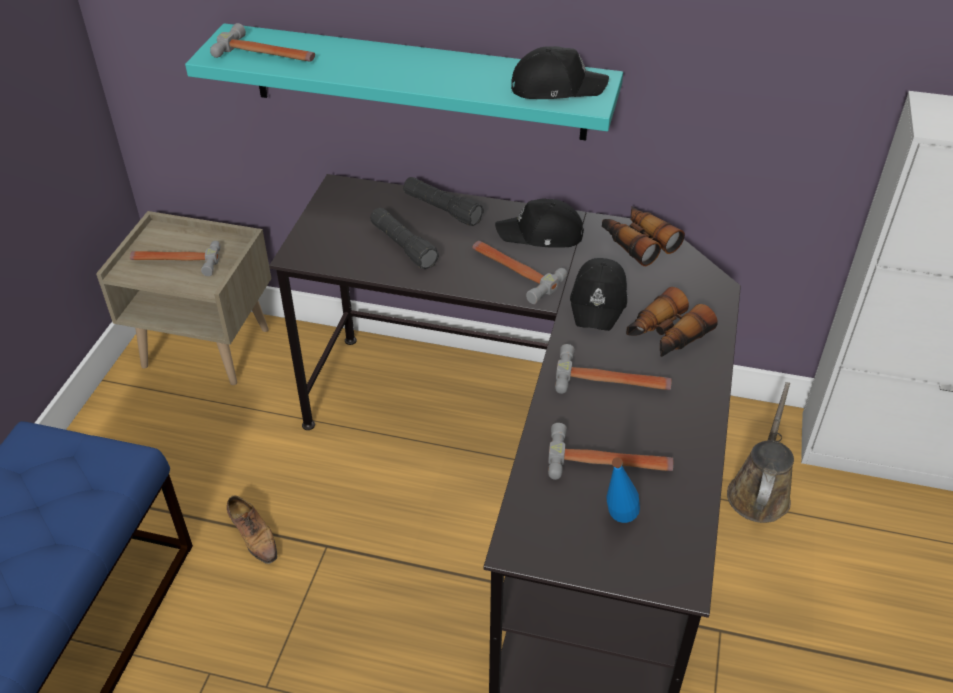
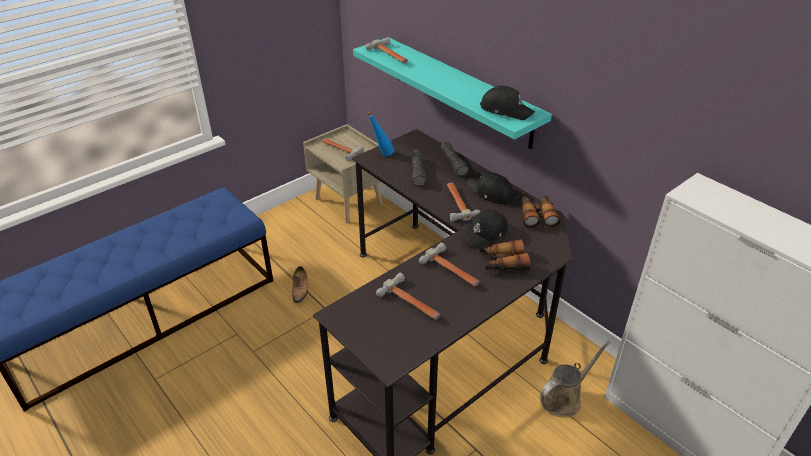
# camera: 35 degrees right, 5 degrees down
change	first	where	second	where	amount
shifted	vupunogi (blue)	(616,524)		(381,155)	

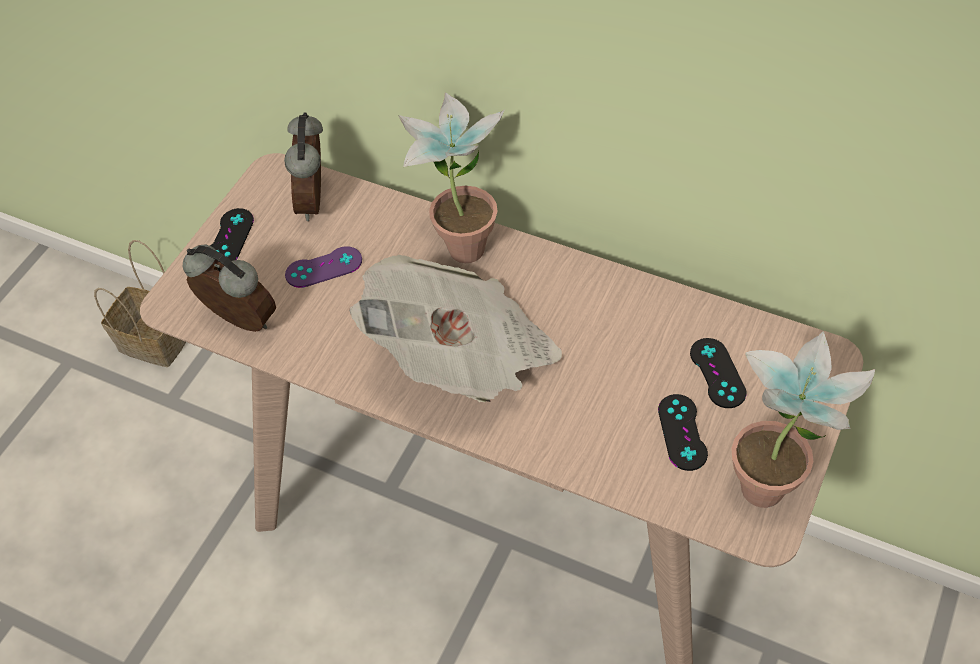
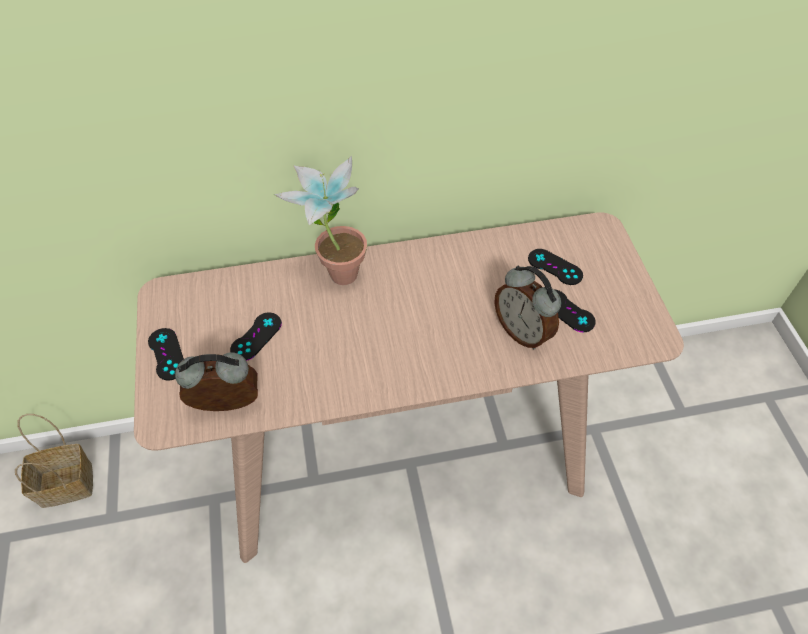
# camera: 40 degrees left, 0 degrees up
change	first	where	second	where	amount
gone	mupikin	(463,357)			
gone	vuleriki	(775,481)			
shifted	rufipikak	(316,201)		(522,332)	
repainted	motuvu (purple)	(323,267)	motuvu (black)	(256,336)	

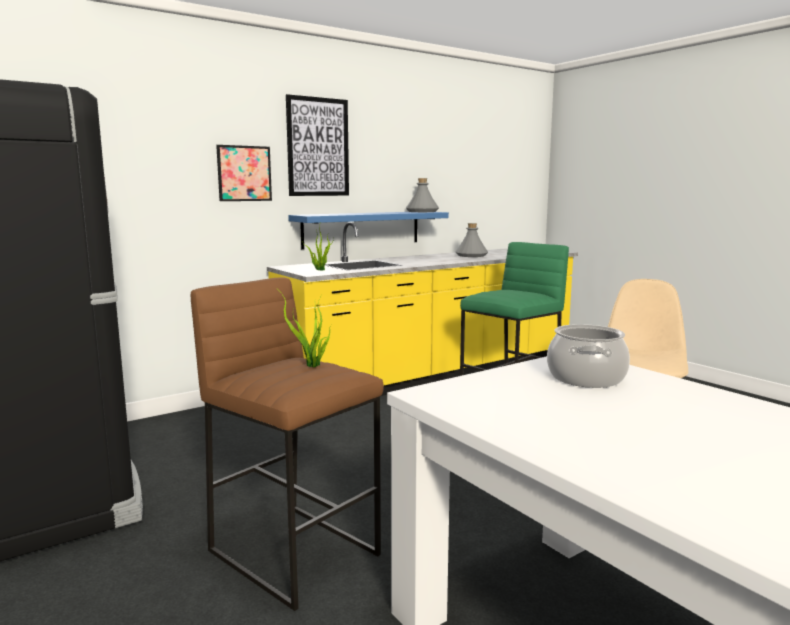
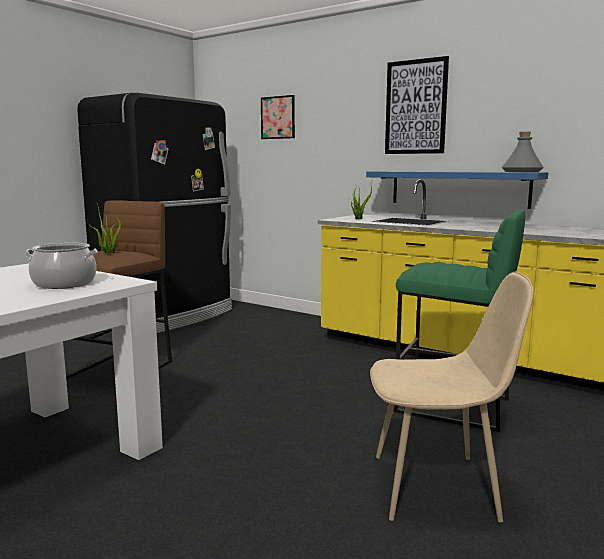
# camera: 70 degrees right, 0 degrees up
change	first	where	second	where	amount
gone	vupunogi (grey)	(471,255)			
shifted	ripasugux	(244,173)		(278,117)	

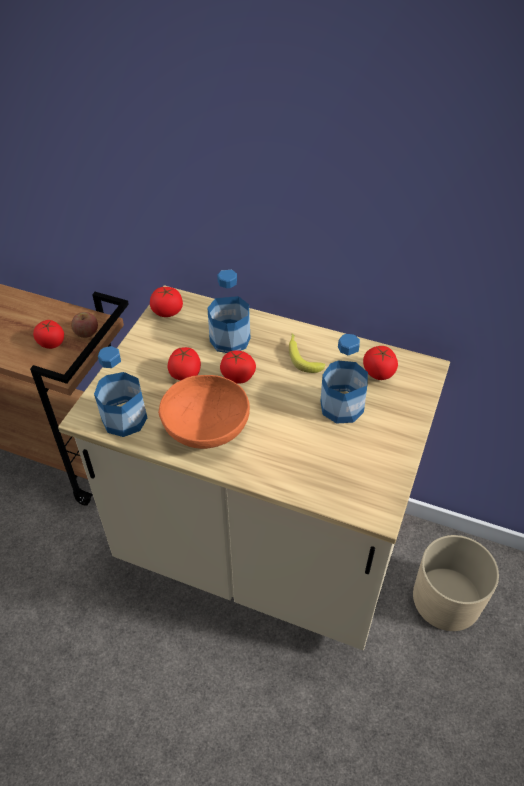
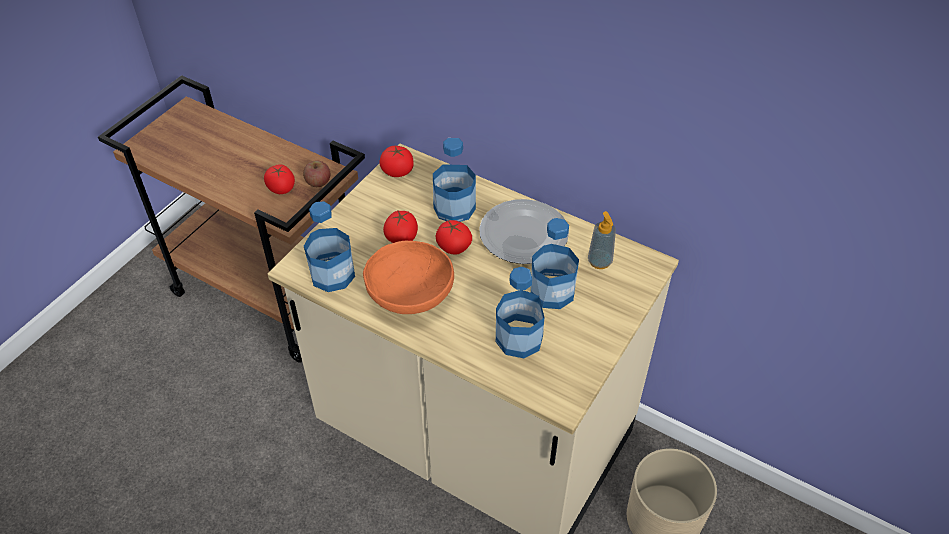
# camera: 10 degrees right, 0 degrees up
change	first	where	second	where	amount
new			vupunogi	(519,339)	
swapped	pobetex	(302,356)	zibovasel	(524,235)	
swapped	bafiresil	(379,372)	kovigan	(599,262)	

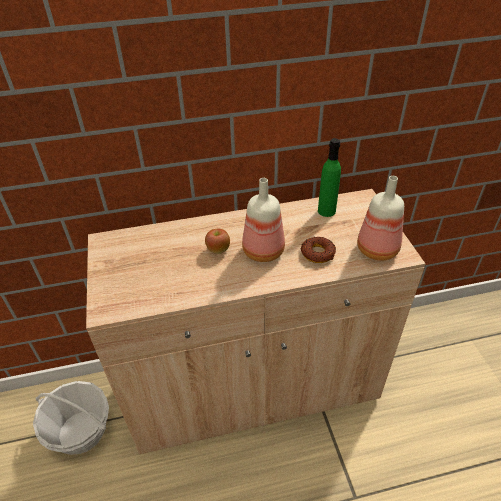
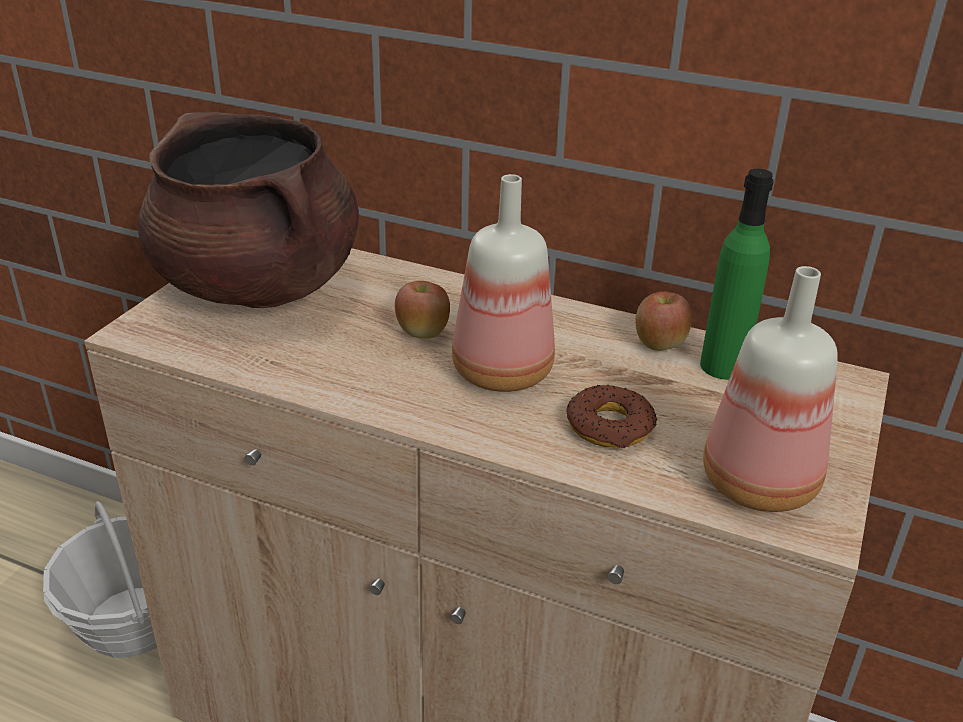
# camera: 35 degrees right, 10 degrees down
change	first	where	second	where	amount
new			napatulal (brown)	(259,286)	
new			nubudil	(659,344)	

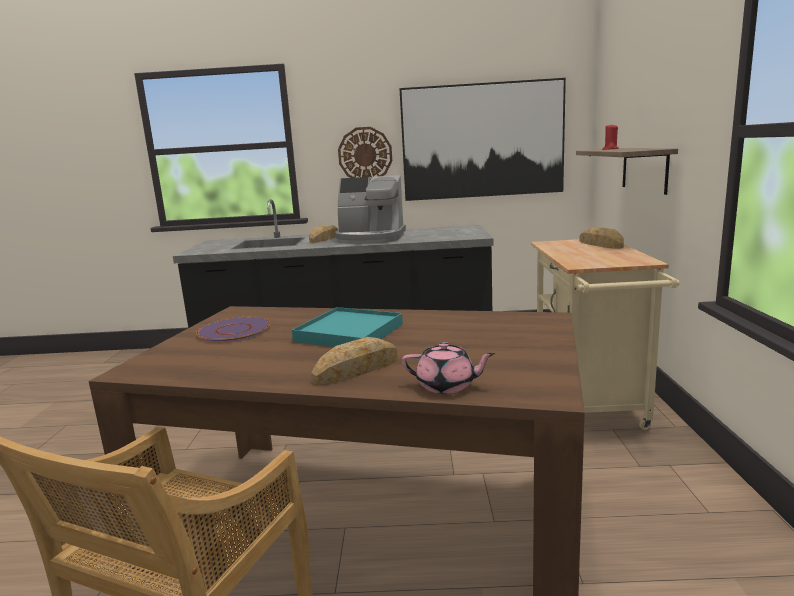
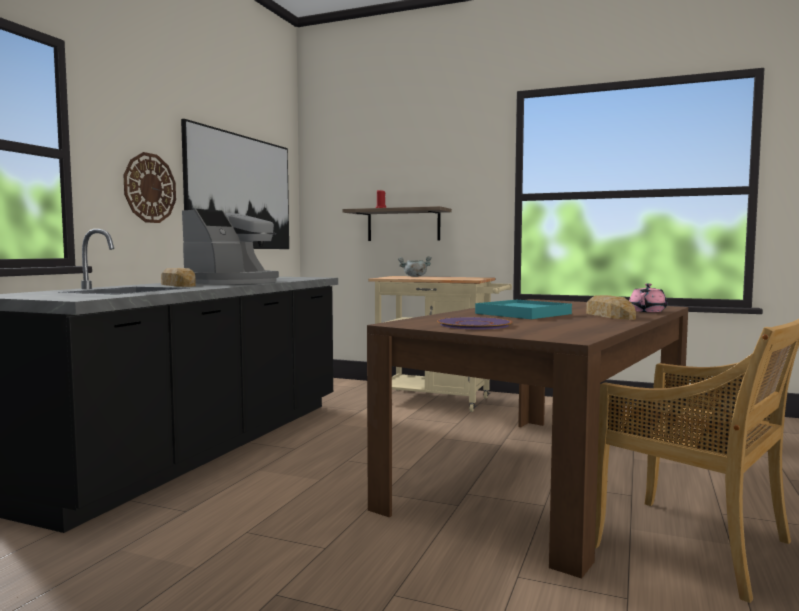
# camera: 70 degrees left, 10 degrees down
change	first	where	second	where	amount
swapped	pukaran	(601,244)	napatulal (grey)	(414,276)	

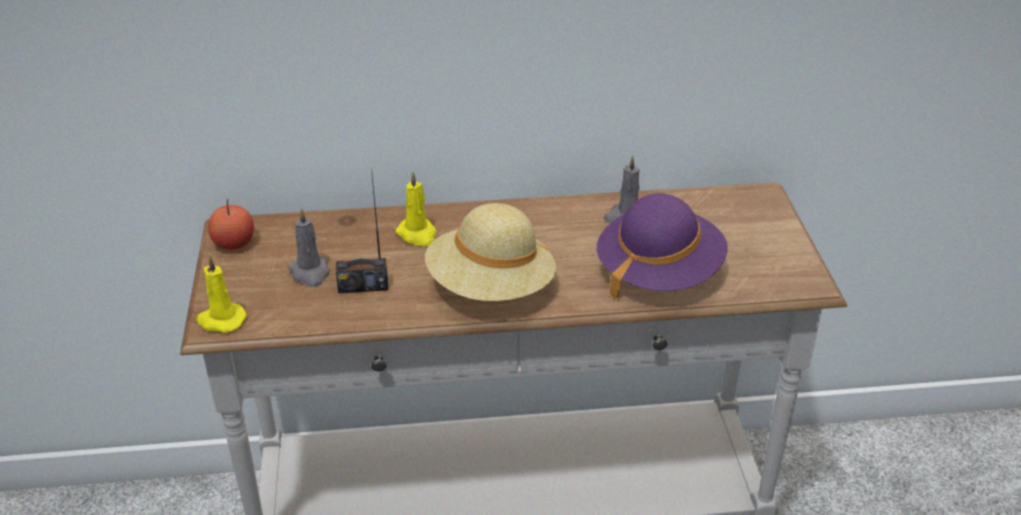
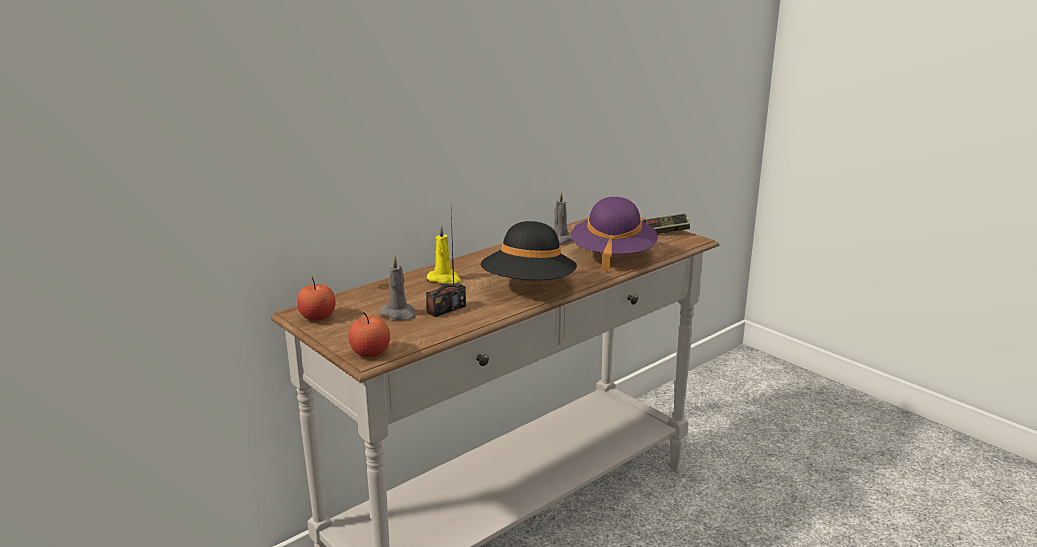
# camera: 35 degrees left, 15 degrees down
change	first	where	second	where	amount
new			motuvu	(664,232)	
swapped	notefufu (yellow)	(221,320)	nubudil	(370,353)	
repainted	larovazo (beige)	(491,287)	larovazo (black)	(529,287)	

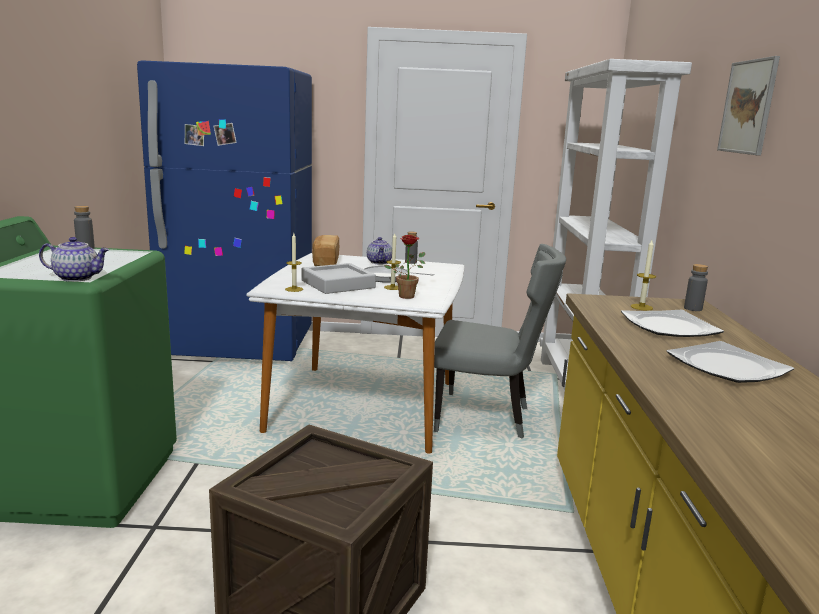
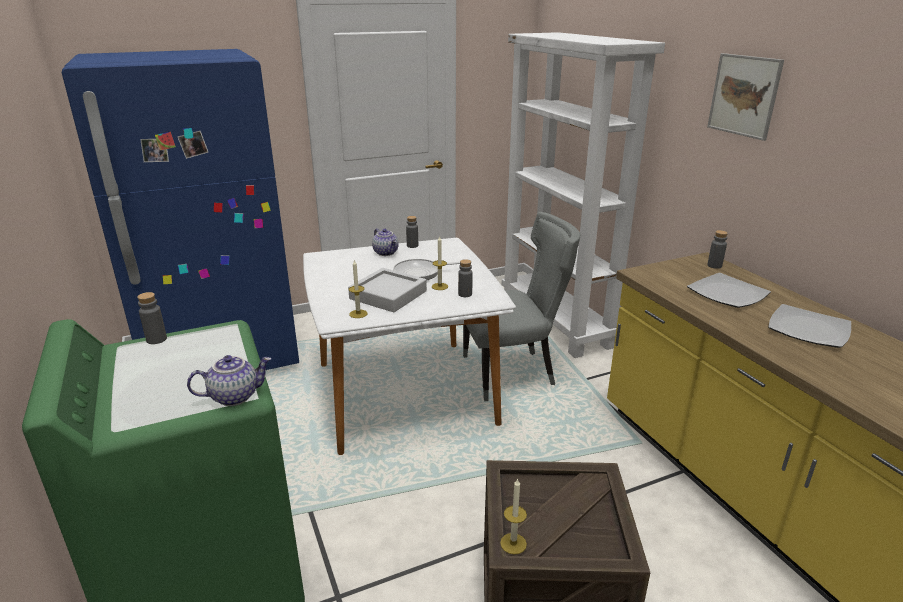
# camera: 25 degrees left, 10 degrees up
change	first	where	second	where	amount
gone	pukaran	(325,263)			
shifted	notefufu	(641,307)		(513,543)	
swapped	vuleriki	(407,295)	vupunogi (grey)	(465,294)	

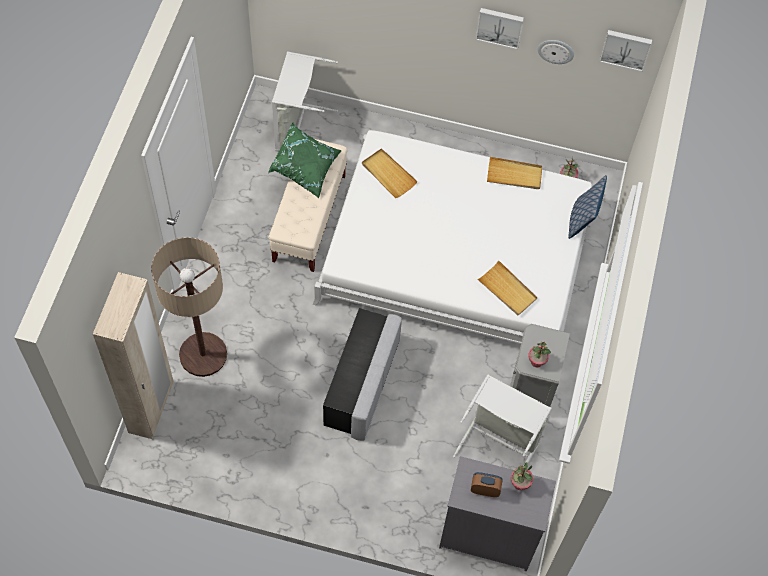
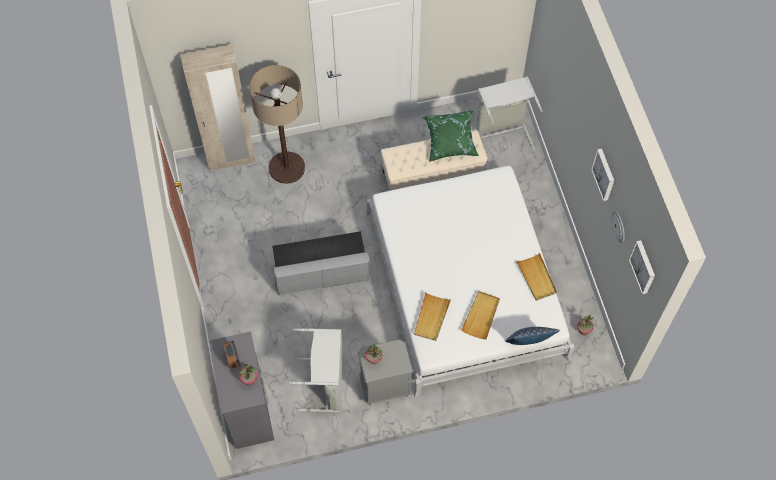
# camera: 65 degrees right, 0 degrees up
change	first	where	second	where	amount
shifted	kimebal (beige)	(388,174)		(481,316)	

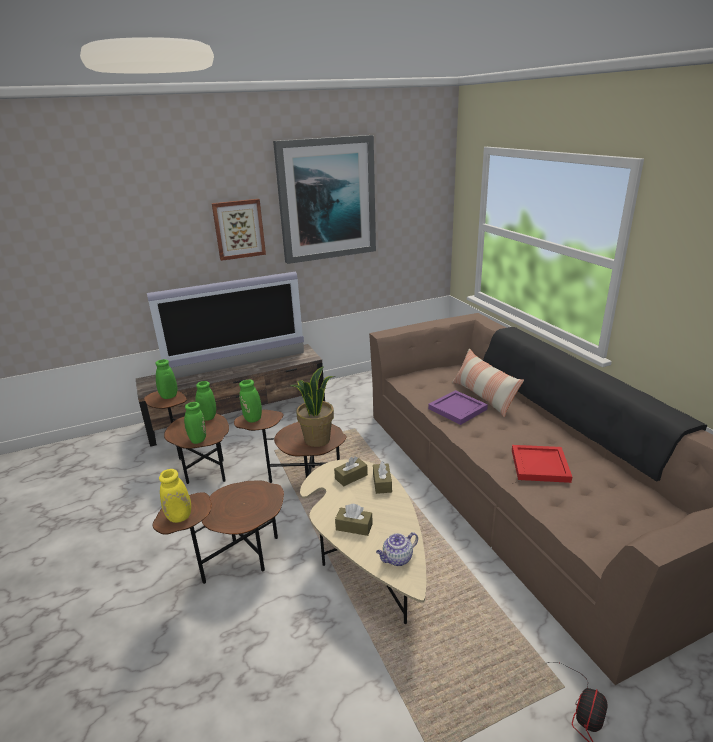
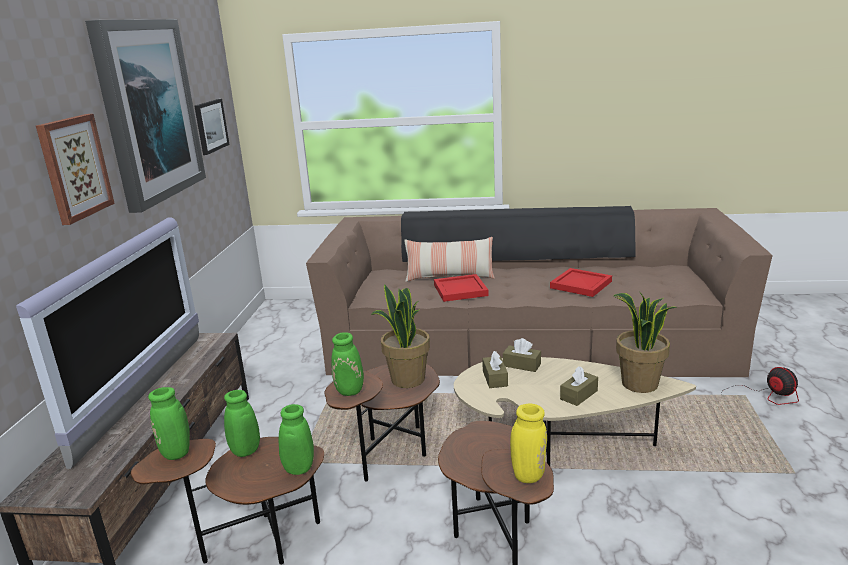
# camera: 60 degrees left, 5 degrees down
change	first	where	second	where	amount
new			ripasugux	(210,126)	
swapped	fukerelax	(397,559)	vuleriki	(639,384)	
repainted	kimebal (purple)	(457,409)	kimebal (red)	(461,290)	

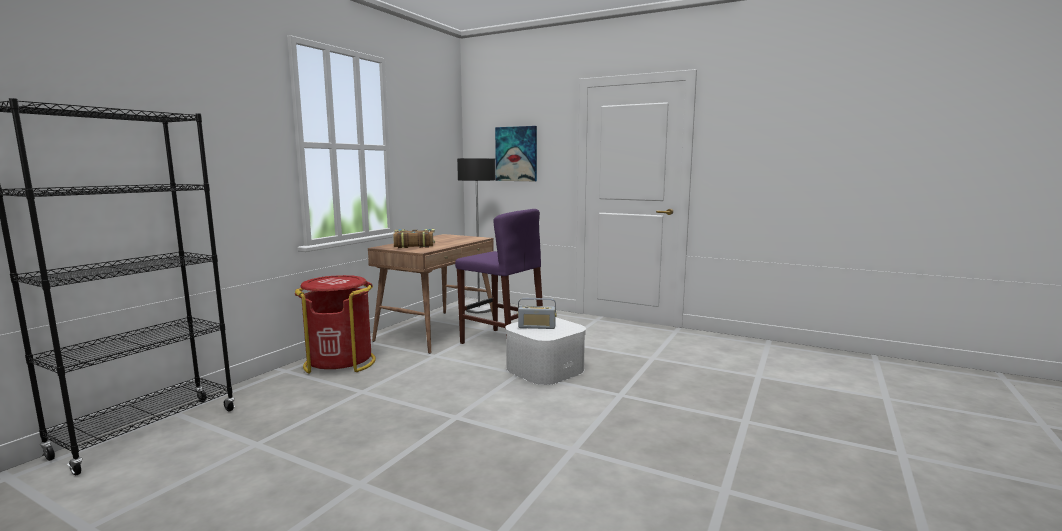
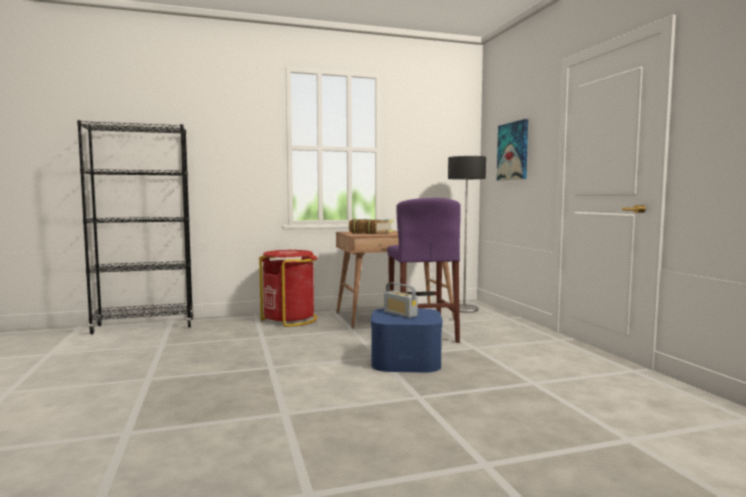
# camera: 45 degrees right, 5 degrees down
change	first	where	second	where	amount
repainted	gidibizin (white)	(545,369)	gidibizin (blue)	(406,360)	

